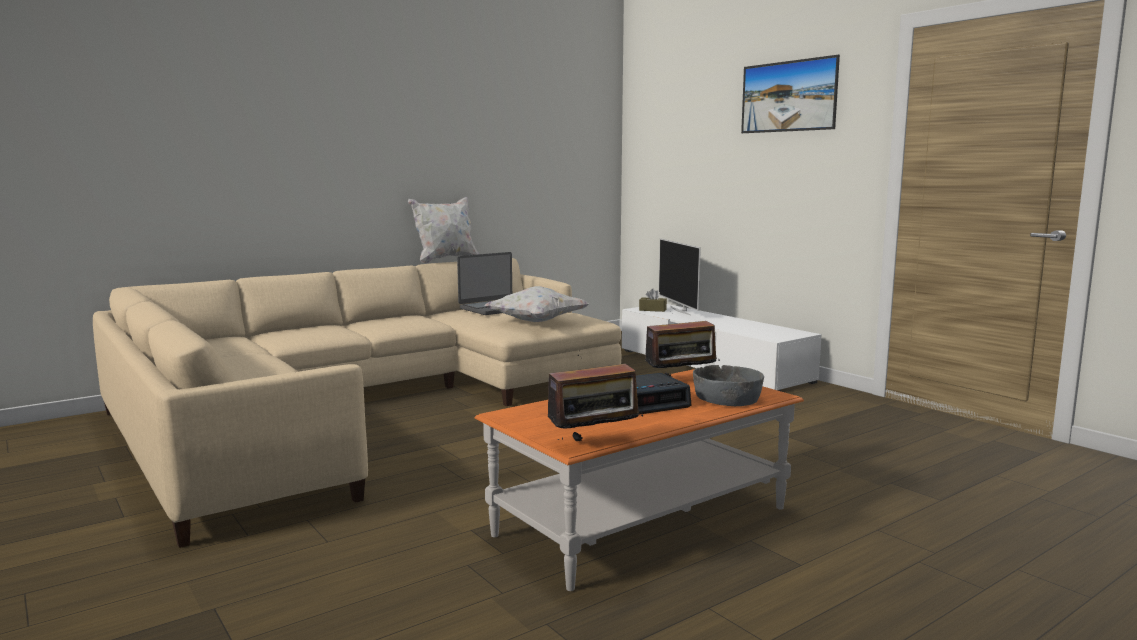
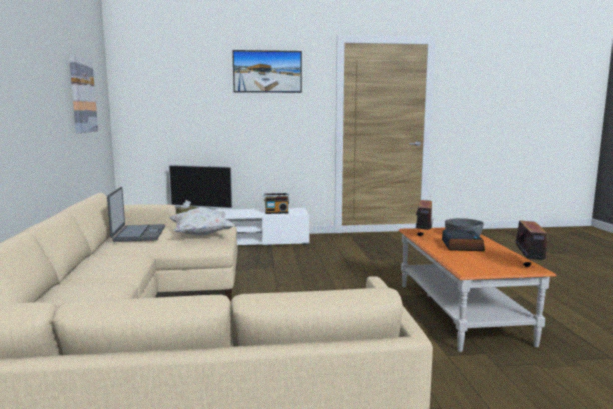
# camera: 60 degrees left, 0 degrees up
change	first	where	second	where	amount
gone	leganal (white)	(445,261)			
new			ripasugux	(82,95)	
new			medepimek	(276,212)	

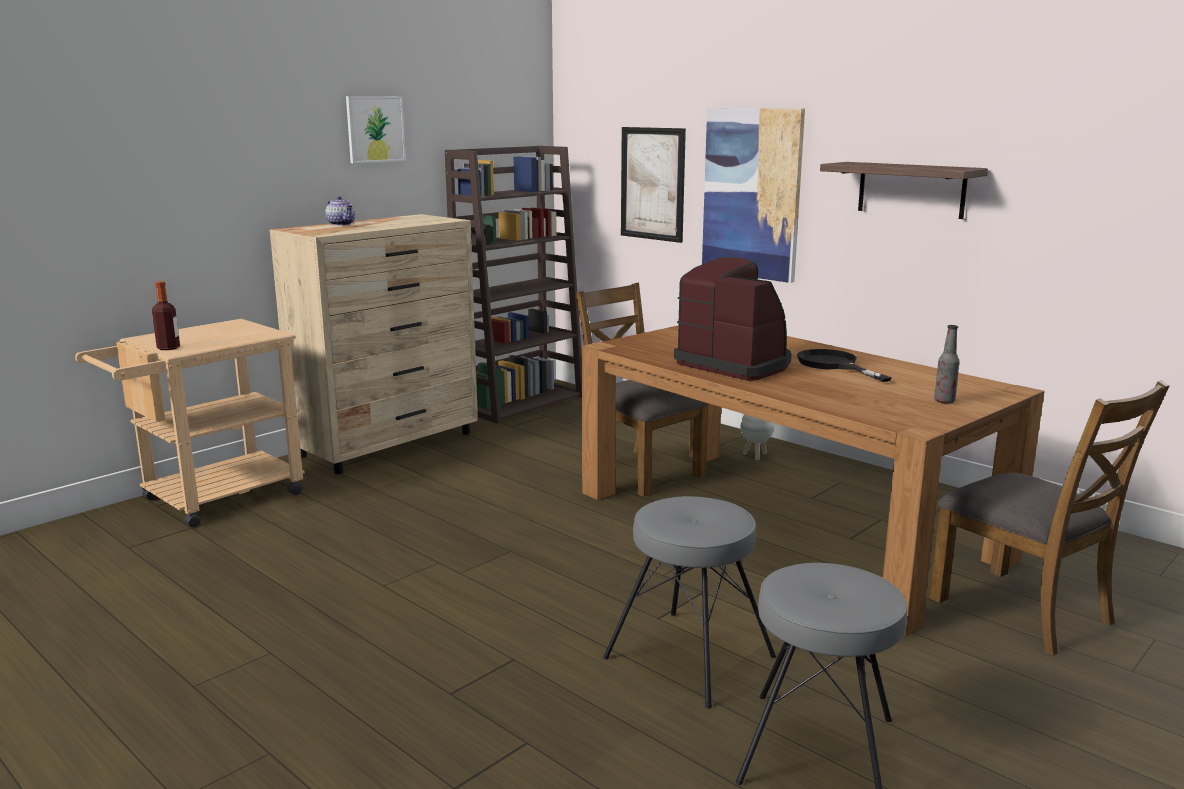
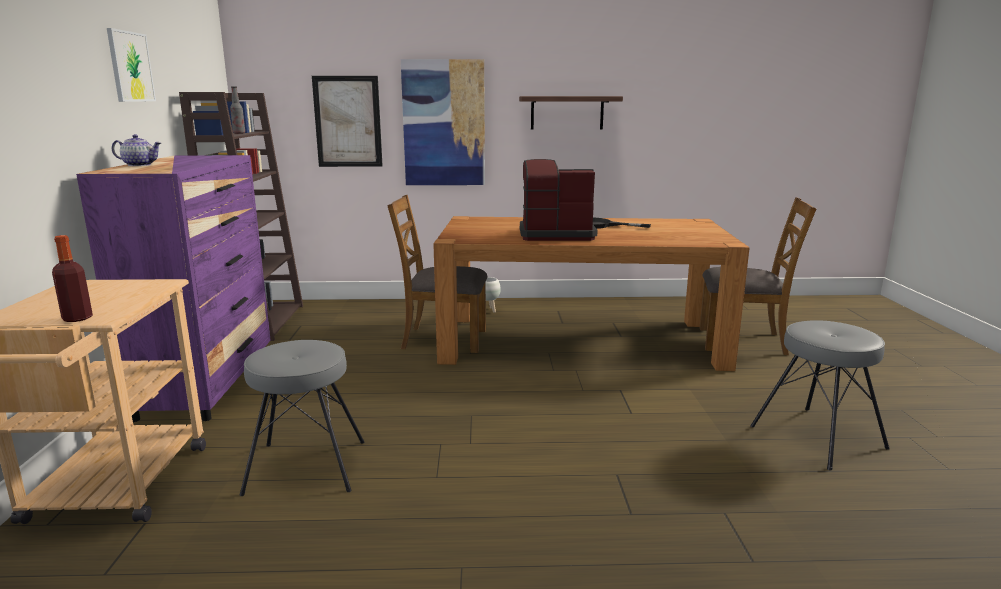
# camera: 45 degrees left, 0 degrees up
change	first	where	second	where	amount
shifted	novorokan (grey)	(690,656)		(306,466)	
shifted	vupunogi	(944,401)		(239,133)	
repainted	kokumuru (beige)	(389,444)	kokumuru (purple)	(207,383)	

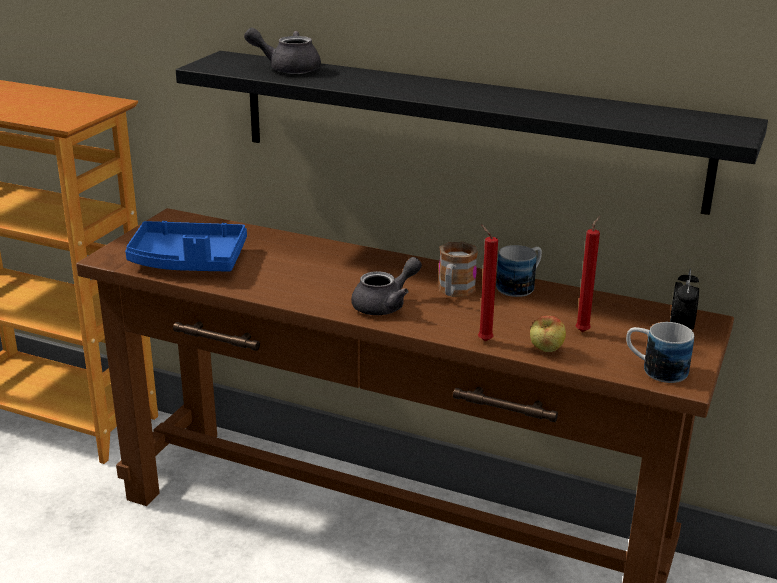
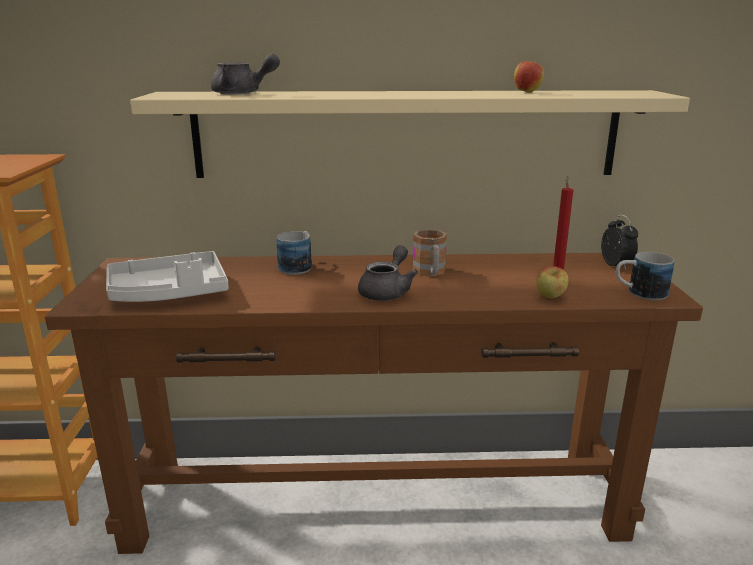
# camera: 25 degrees left, 5 degrees down
change	first	where	second	where	amount
gone	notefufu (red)	(483,340)			
new			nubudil	(527,92)	
shifted	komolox	(520,286)		(298,266)	
repainted	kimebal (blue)	(188,262)	kimebal (grey)	(169,293)	
repainted	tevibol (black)	(465,128)	tevibol (beige)	(406,134)	
rotated	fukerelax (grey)	(287,69)		(242,93)	150 degrees counterclockwise

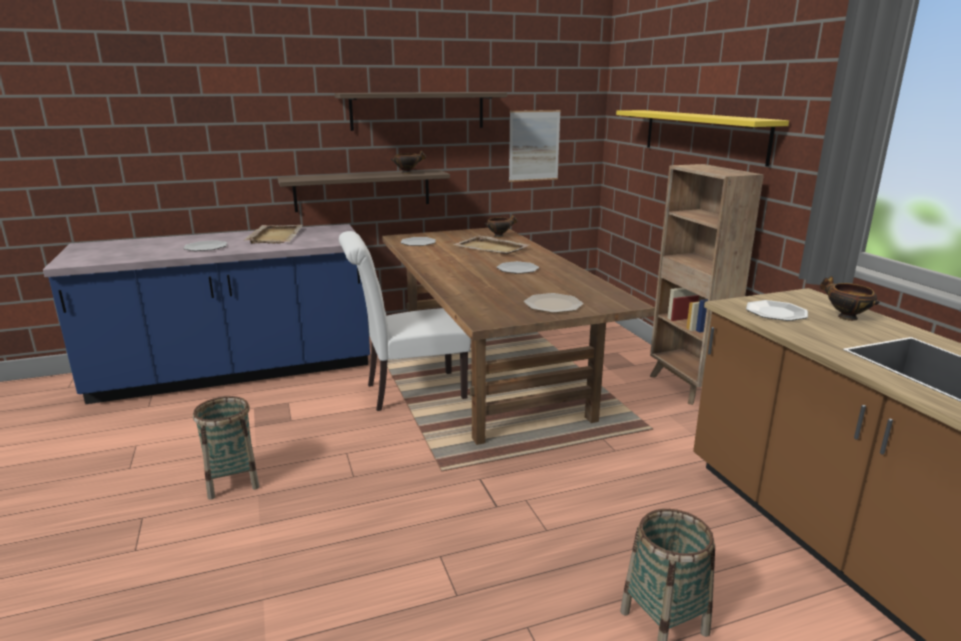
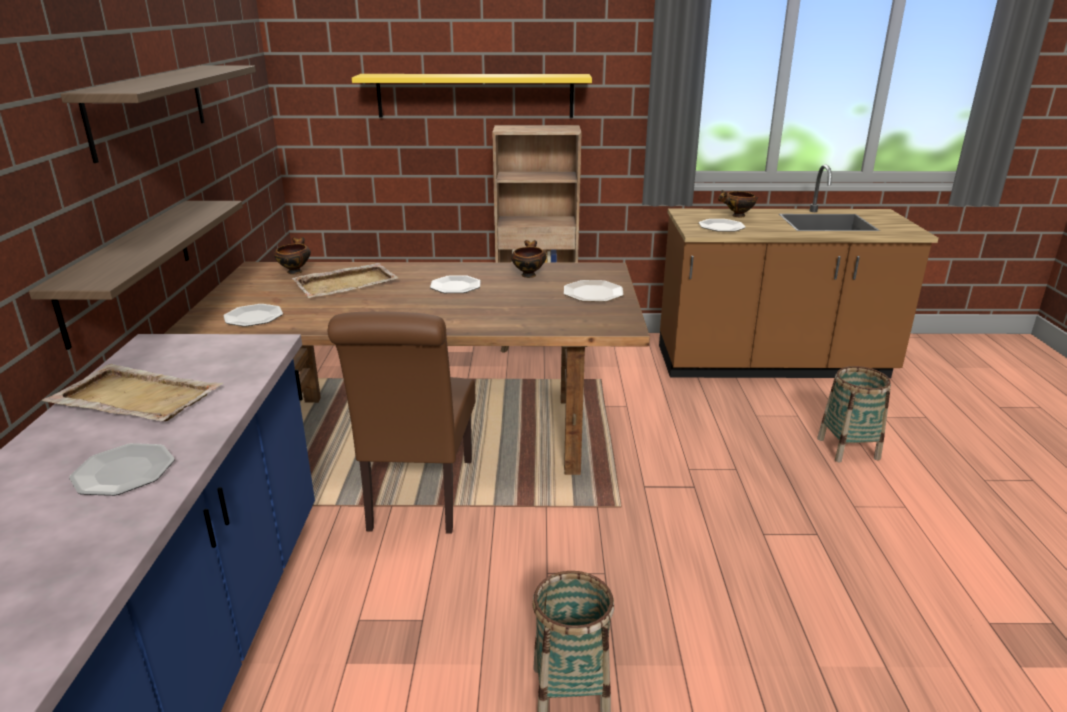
# camera: 70 degrees left, 5 degrees up
change	first	where	second	where	amount
gone	ripasugux	(534,146)			
shifted	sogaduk	(408,173)		(528,275)	
repainted	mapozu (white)	(409,392)	mapozu (brown)	(418,499)	

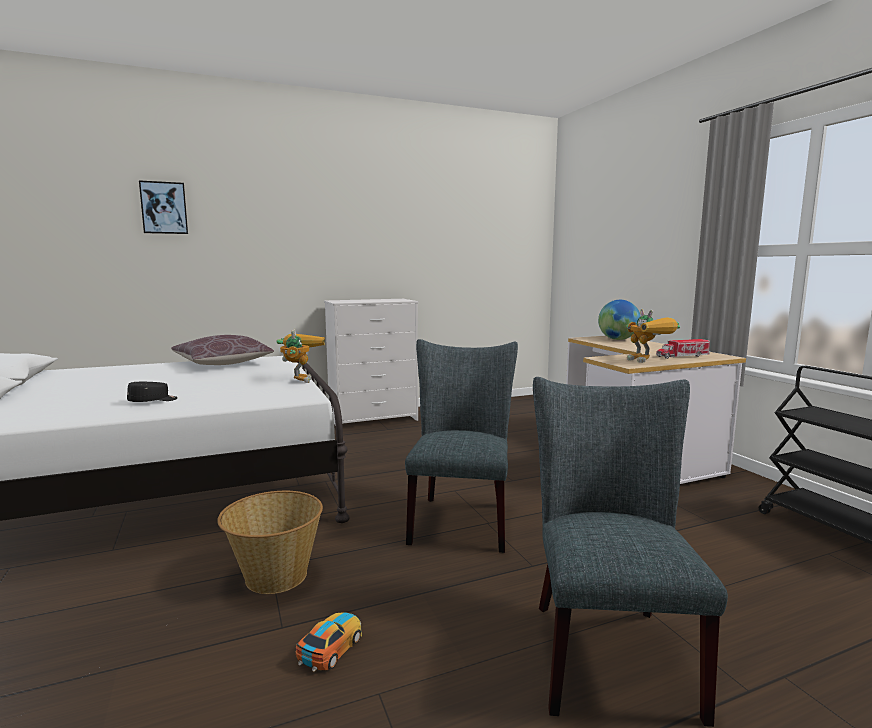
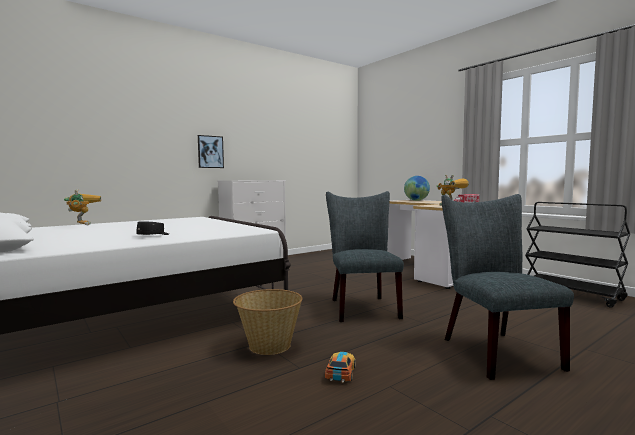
# camera: 15 degrees left, 5 degrees down
change	first	where	second	where	amount
gone	leganal (brown)	(223,364)			
shifted	ripasugux	(164,208)		(210,152)	
shifted	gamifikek	(299,379)		(82,224)	

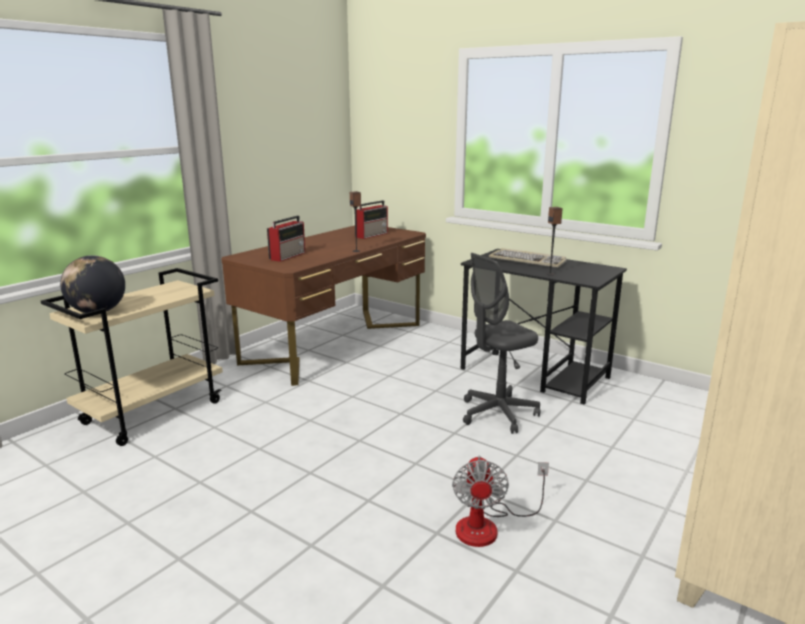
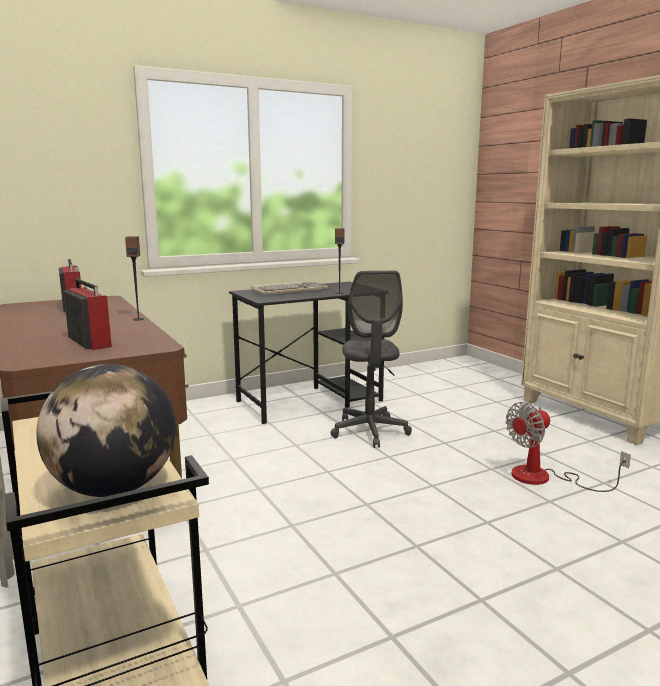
# camera: 65 degrees left, 5 degrees down
change	first	where	second	where	amount
rotated	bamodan	(488,526)		(545,478)	120 degrees clockwise

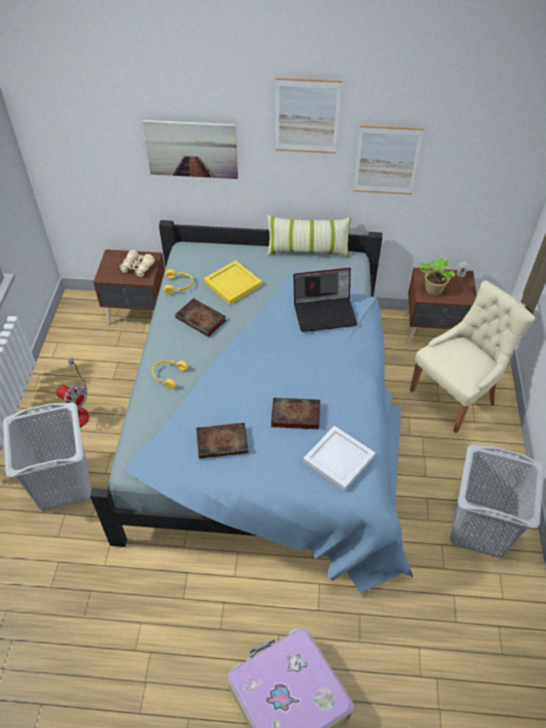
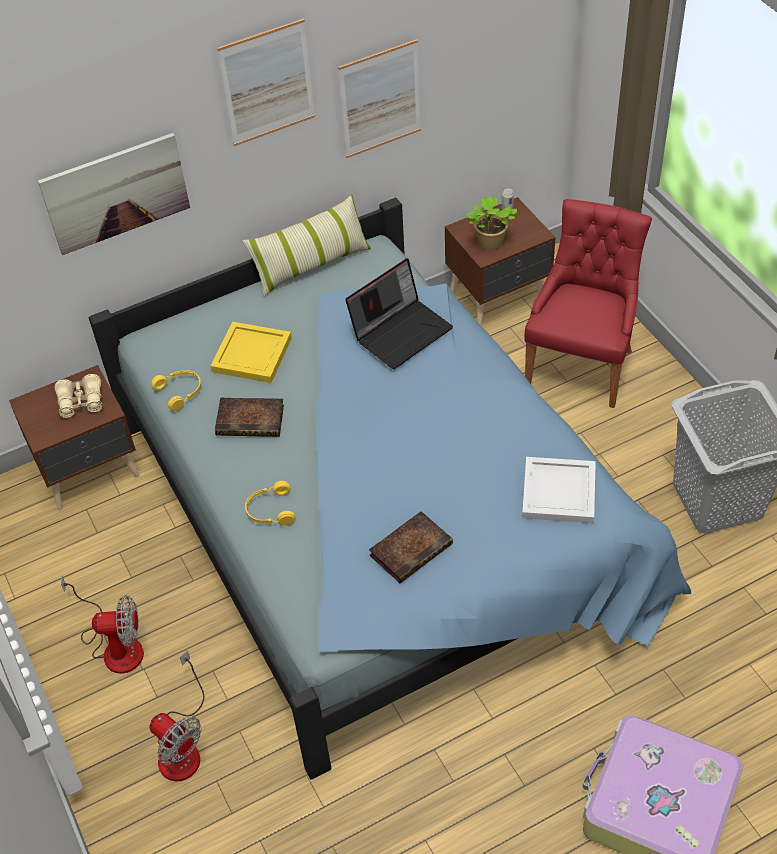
# camera: 30 degrees left, 0 degrees up
change	first	where	second	where	amount
gone	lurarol	(294,415)			
swapped	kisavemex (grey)	(64,484)	bamodan	(182,746)	
repainted	mapozu (beige)	(455,396)	mapozu (red)	(581,365)	

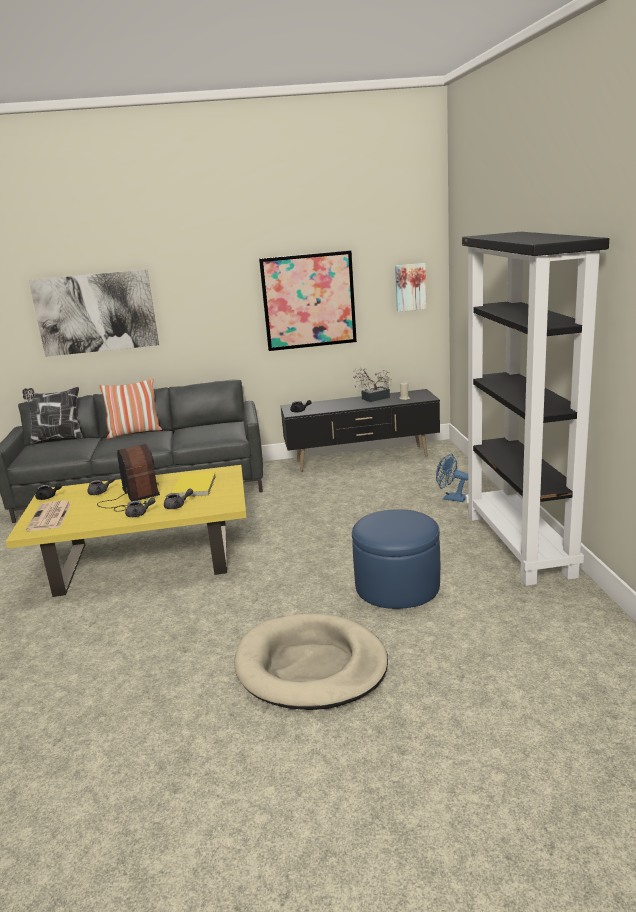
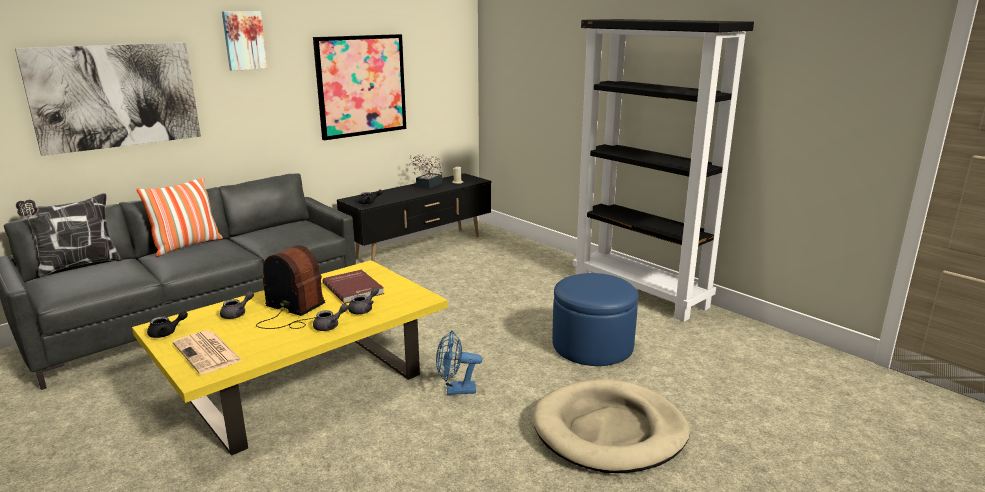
# camera: 35 degrees left, 0 degrees up
change	first	where	second	where	amount
shifted	ripasugux	(410,287)		(244,40)	
shifted	bamodan (blue)	(451,498)		(455,390)	
repainted	lurarol (yellow)	(195,487)	lurarol (red)	(354,288)	

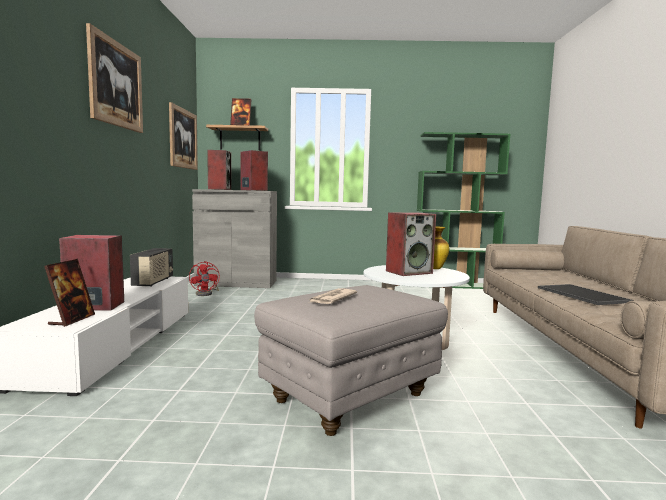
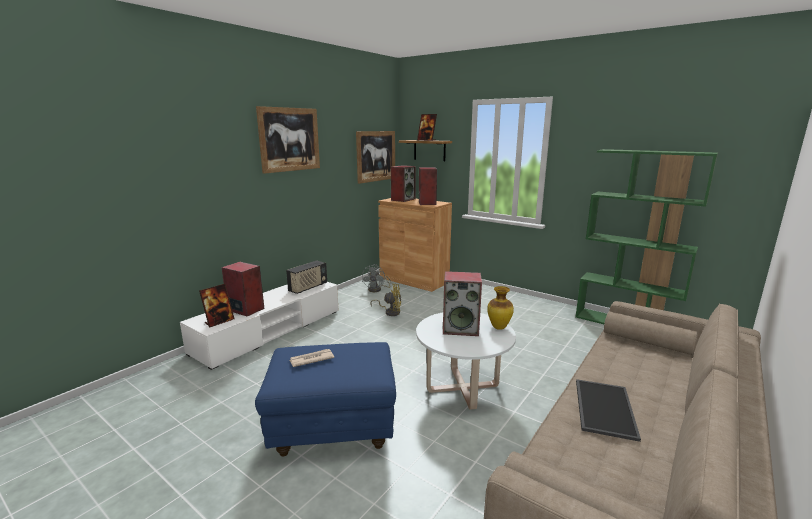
# camera: 35 degrees right, 10 degrees up
change	first	where	second	where	amount
new			bamodan (yellow)	(390,312)	
repainted	bamodan (red)	(206,293)	bamodan (grey)	(377,289)	
repainted	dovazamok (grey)	(236,283)	dovazamok (brown)	(414,280)	
repainted	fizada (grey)	(350,397)	fizada (blue)	(334,430)	

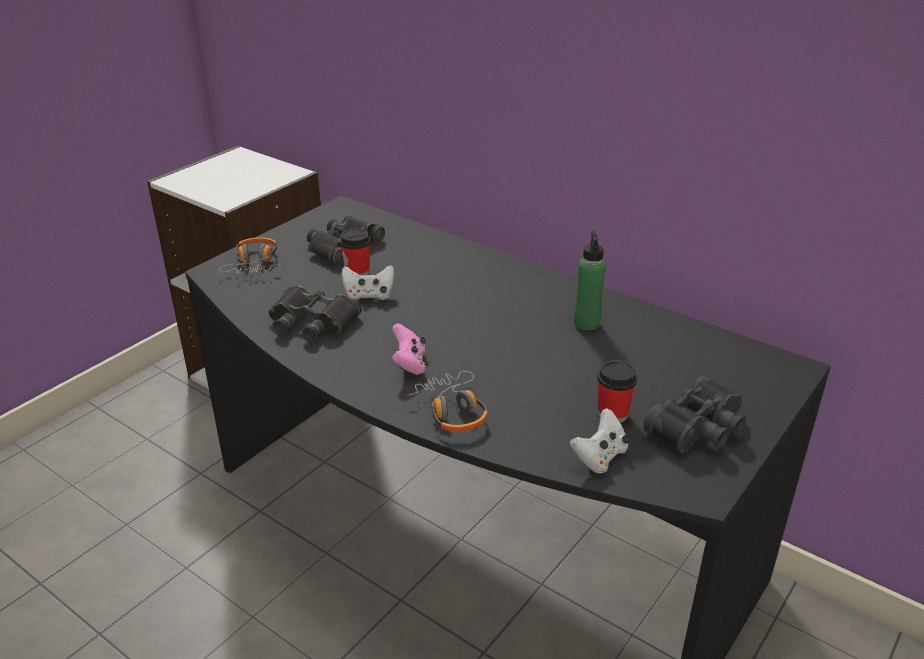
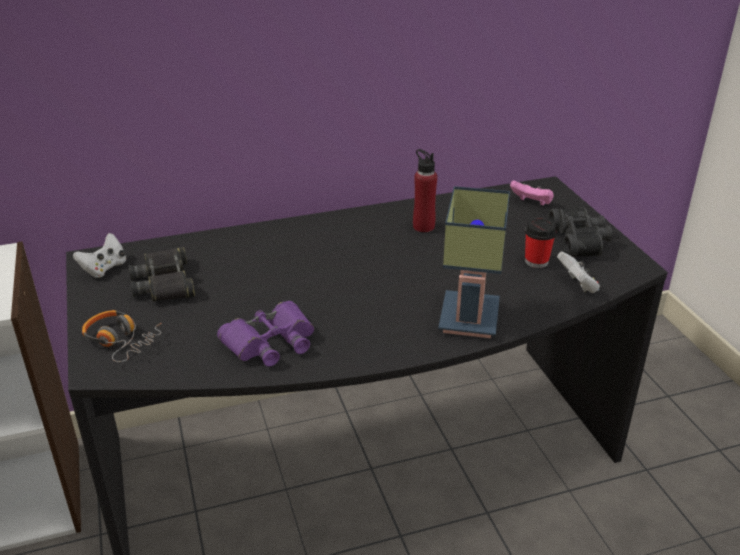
# camera: 55 degrees left, 0 degrees up
change	first	where	second	where	amount
gone	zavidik	(357,272)			
shifted	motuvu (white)	(369,296)		(104,268)	
shifted	motuvu (pink)	(409,364)		(531,203)	
swapped	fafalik	(452,410)	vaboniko	(472,321)	
repainted	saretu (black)	(312,321)	saretu (purple)	(270,342)	
repainted	vupunogi (green)	(586,323)	vupunogi (red)	(423,226)	

